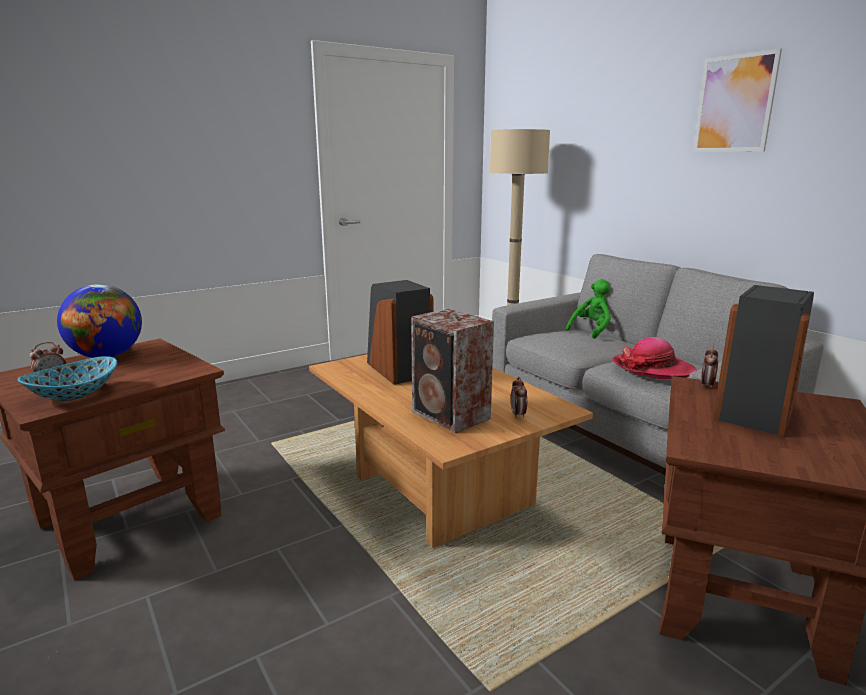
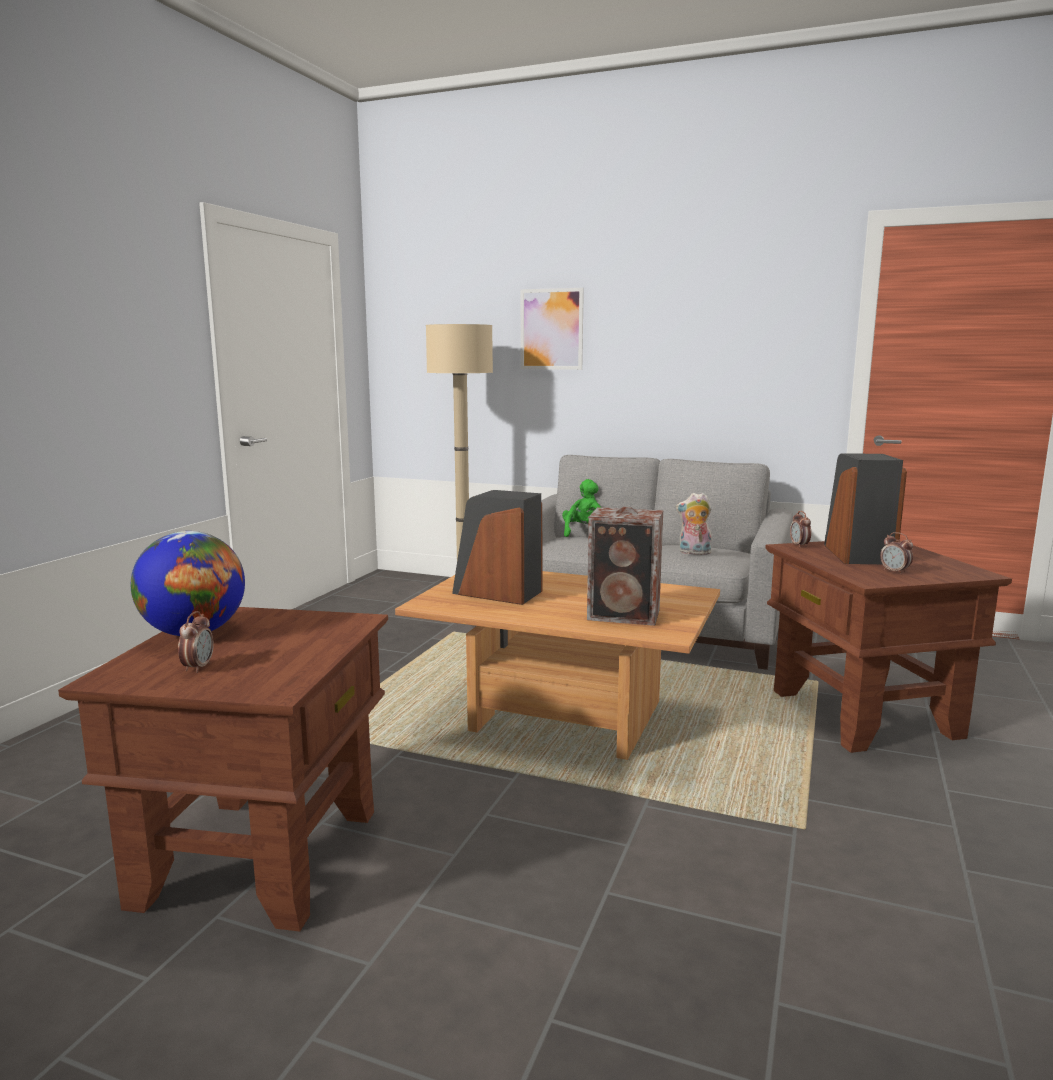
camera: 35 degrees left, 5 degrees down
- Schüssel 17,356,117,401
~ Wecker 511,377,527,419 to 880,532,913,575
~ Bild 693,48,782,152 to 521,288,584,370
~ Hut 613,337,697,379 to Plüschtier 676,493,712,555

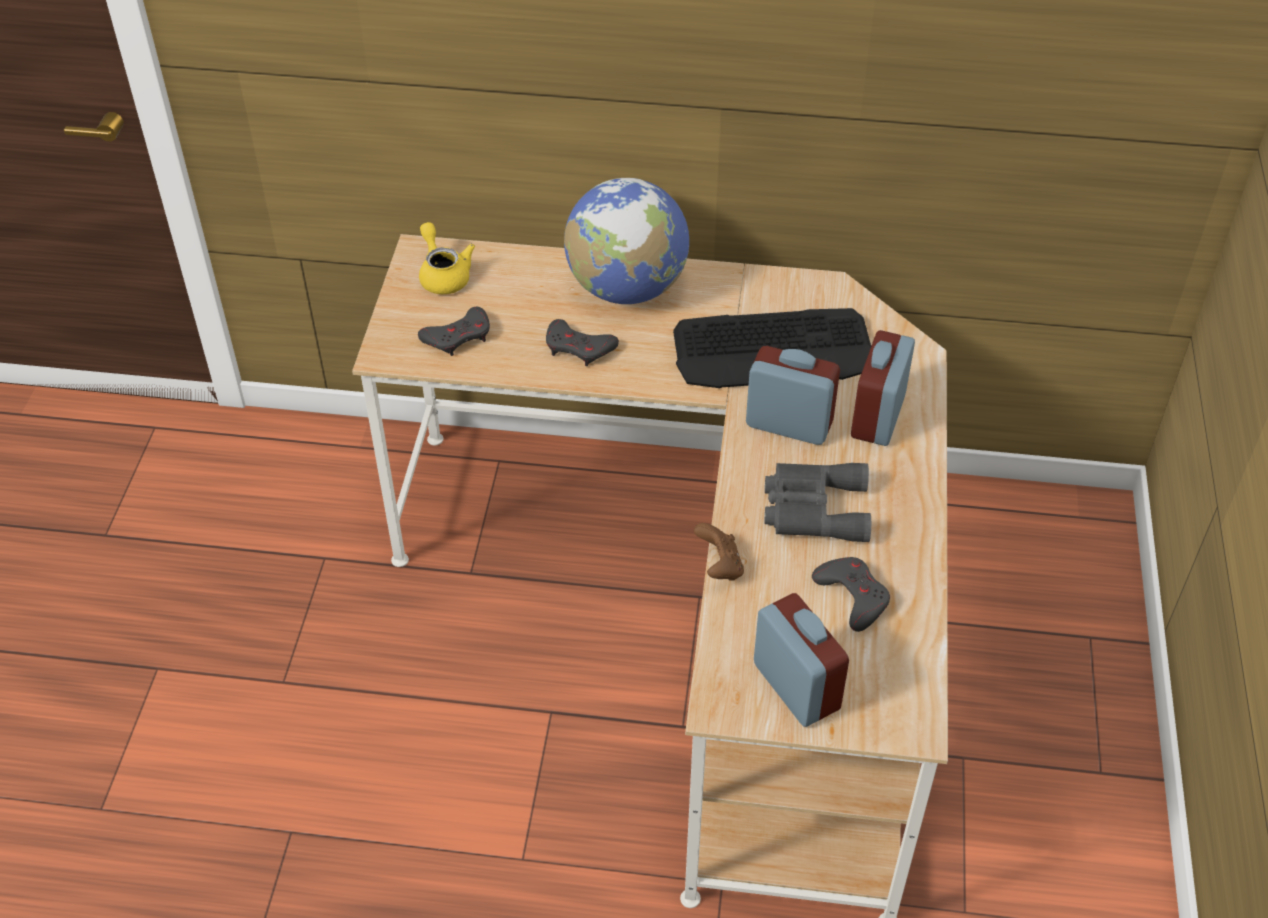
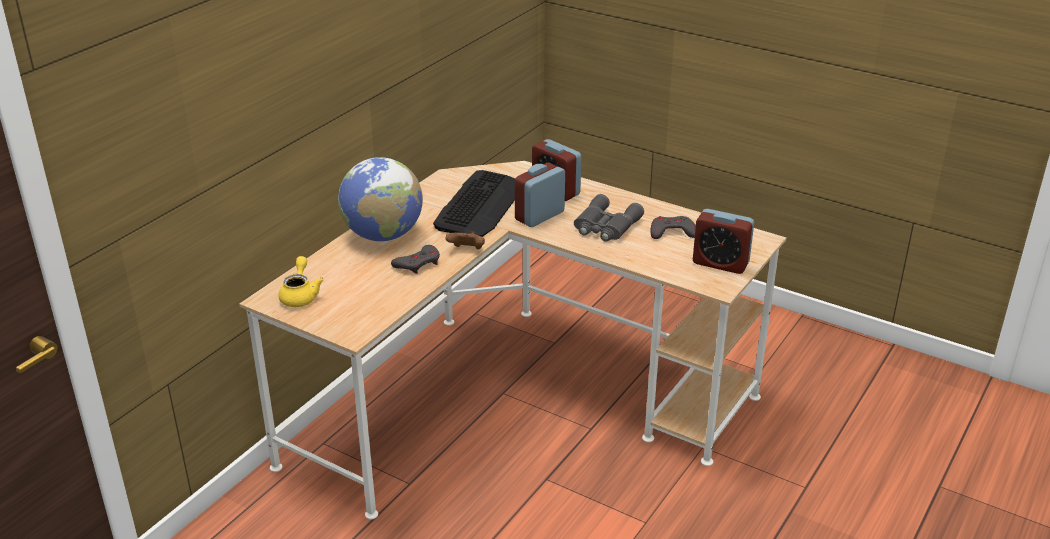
camera: 65 degrees left, 15 degrees down
- Gamepad [grau] 418,307,490,356
~ Gamepad [braun] 694,523,744,581 to 445,232,485,249
~ Teekanne [gelb] 419,222,475,294 = 278,256,324,307 90 degrees clockwise
~ Wecker 754,593,849,727 = 693,209,754,274 150 degrees counterclockwise

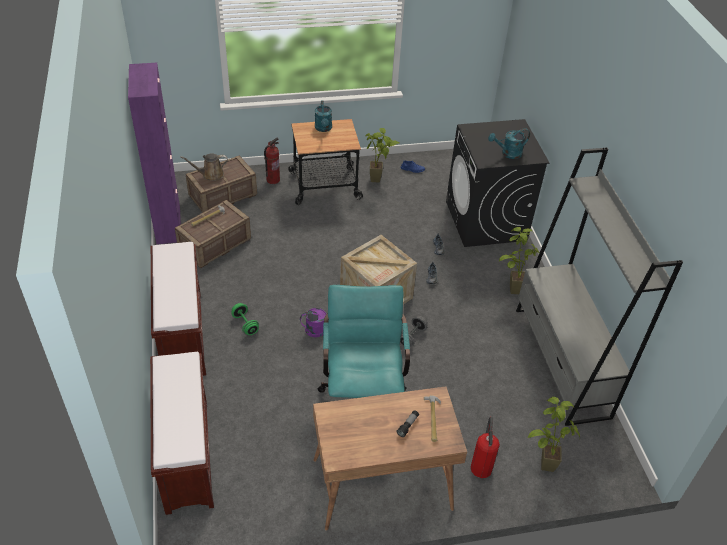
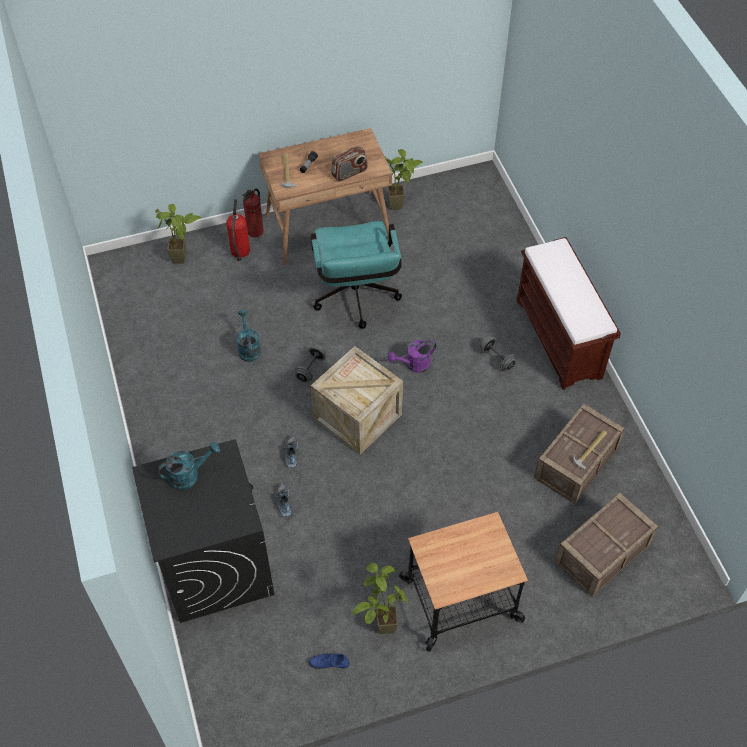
camera: 175 degrees right, 10 degrees up
- Schrank [lila] 128,63,181,244
- Bank [braun] 150,352,214,515
- Gießkanne [braun] 180,153,228,181
- Bücherregal [grau] 516,148,683,426
+ Radio 331,147,368,182
~ Feuerlöscher 264,138,280,184 to 242,189,264,237
~ Gießkanne [türkis] 315,101,332,132 to 237,310,261,362
~ Topfpflanze 499,227,539,294 to 384,149,423,210
~ Hantel [grün] 232,303,259,335 to Hantel [grau] 480,336,517,371

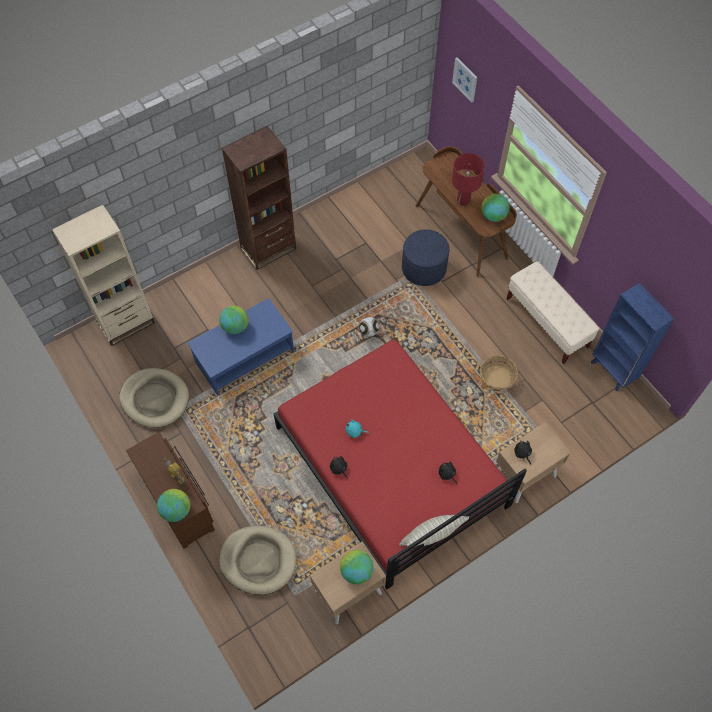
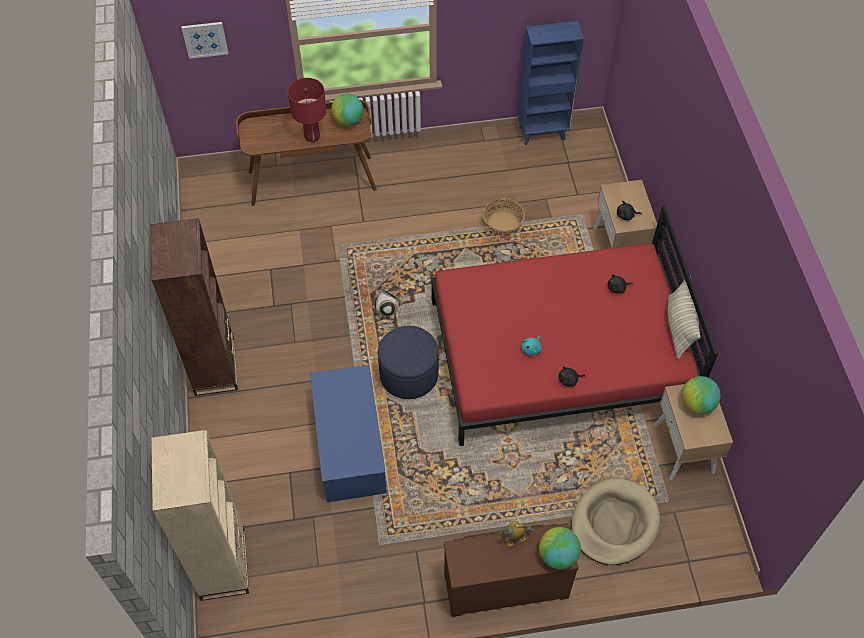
camera: 65 degrees left, 5 degrees down
- Hundebett [beige] 119,368,189,428
- Globus 219,306,248,334
- Bank [beige] 506,261,599,364
~ Polsterhocker [blau] 402,229,449,286 to 378,326,439,399

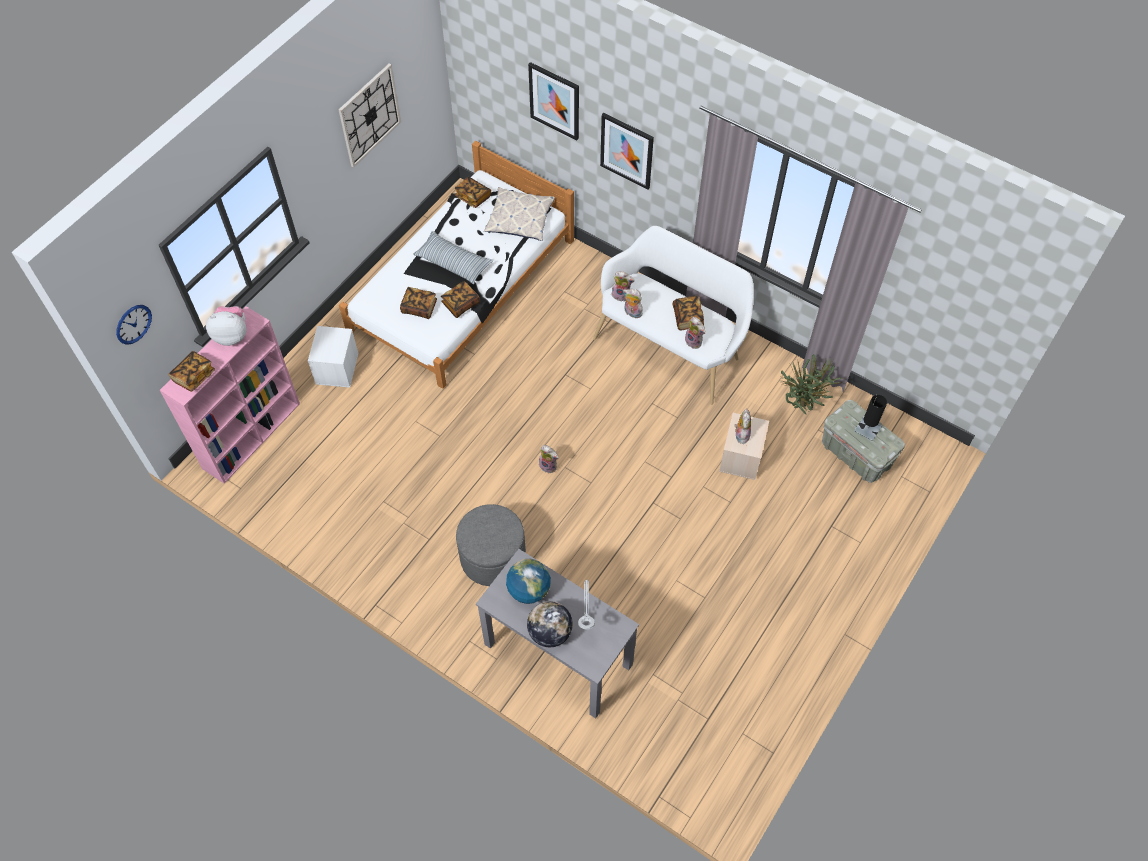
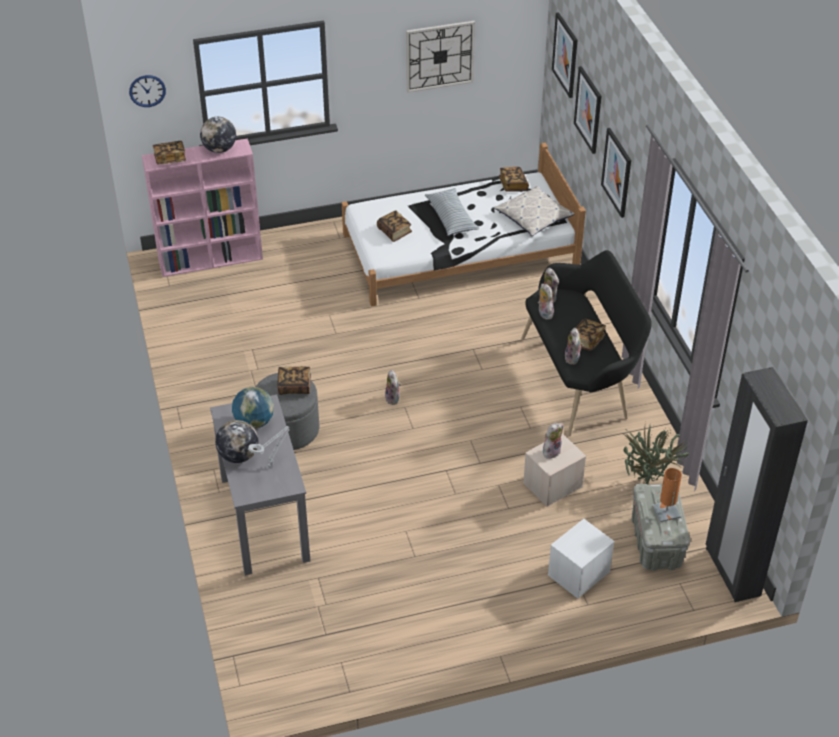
camera: 40 degrees right, 15 degrees down
+ Bild 552,12,577,98
+ Kleiderschrank [schwarz] 706,367,808,602
~ Aufbewahrungsbox [weiß] 308,326,359,388 to 548,519,615,599
~ Buch 441,281,480,318 to 277,366,311,395
~ Plüschtier 206,306,247,346 to Globus 200,117,236,153
~ Bank [weiß] 593,226,754,405 to Bank [schwarz] 521,250,652,436
~ Tischlampe [schwarz] 854,395,887,441 to Tischlampe [orange] 652,468,682,522

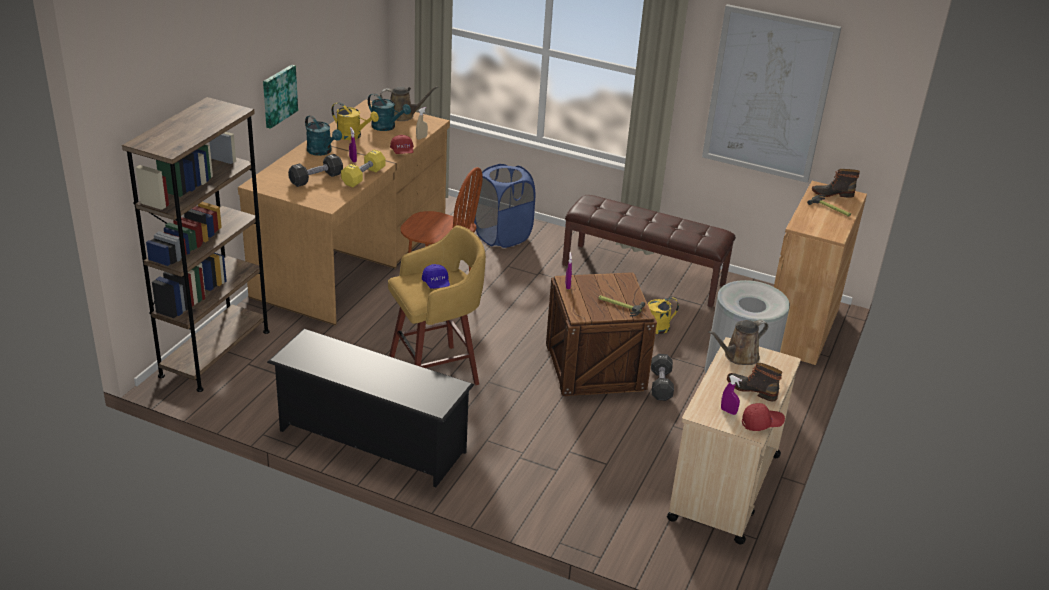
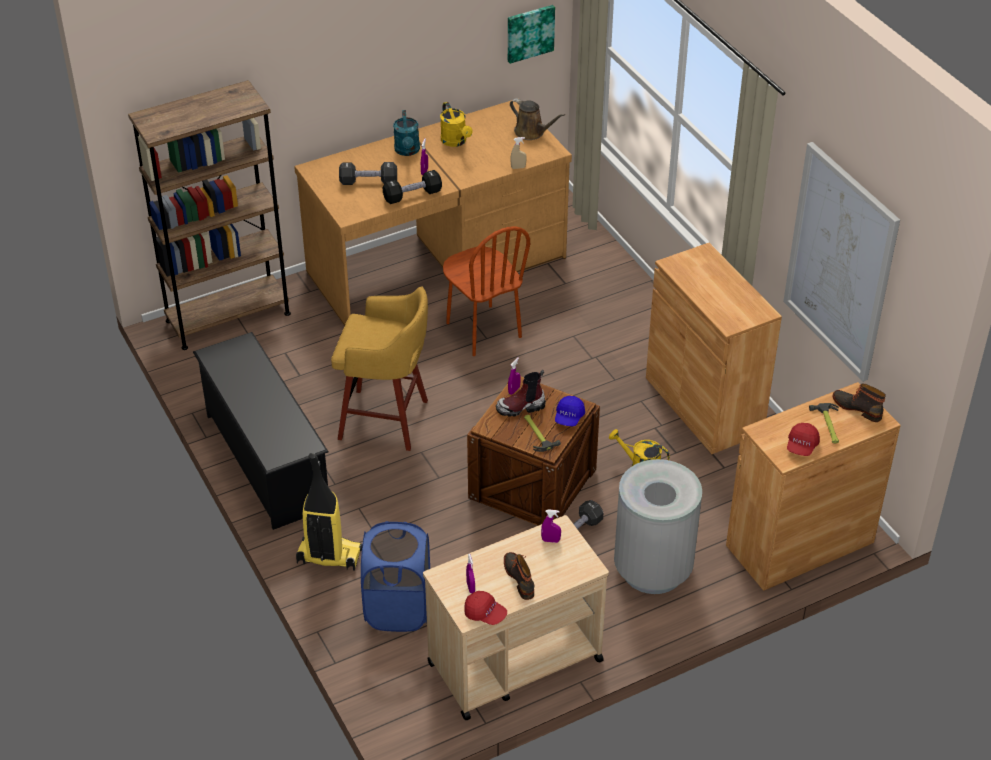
camera: 40 degrees right, 10 degrees up
- Gießkanne [türkis] 368,93,411,131
+ Staubsauger 296,453,363,570
+ Stiefel 496,370,546,417
~ Bild 263,65,298,129 to 508,5,555,64
~ Kappe [rot] 390,135,414,154 to 787,423,820,456
~ Kappe [blau] 422,264,450,289 to 555,396,585,426
~ Wäschekorb [blau] 474,164,535,248 to 361,521,430,632
~ Bank [braun] 562,195,736,307 to Schrank [braun] 646,243,782,454
~ Gießkanne [braun] 708,320,768,365 to Sprühflasche [lila] 541,509,561,543
~ Hantel [gelb] 341,150,386,187 to Hantel [schwarz] 383,170,442,204

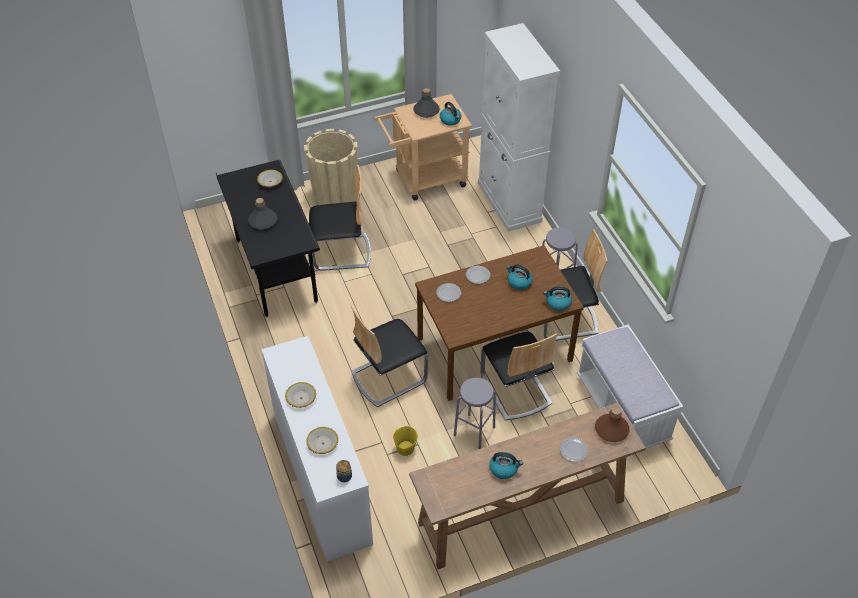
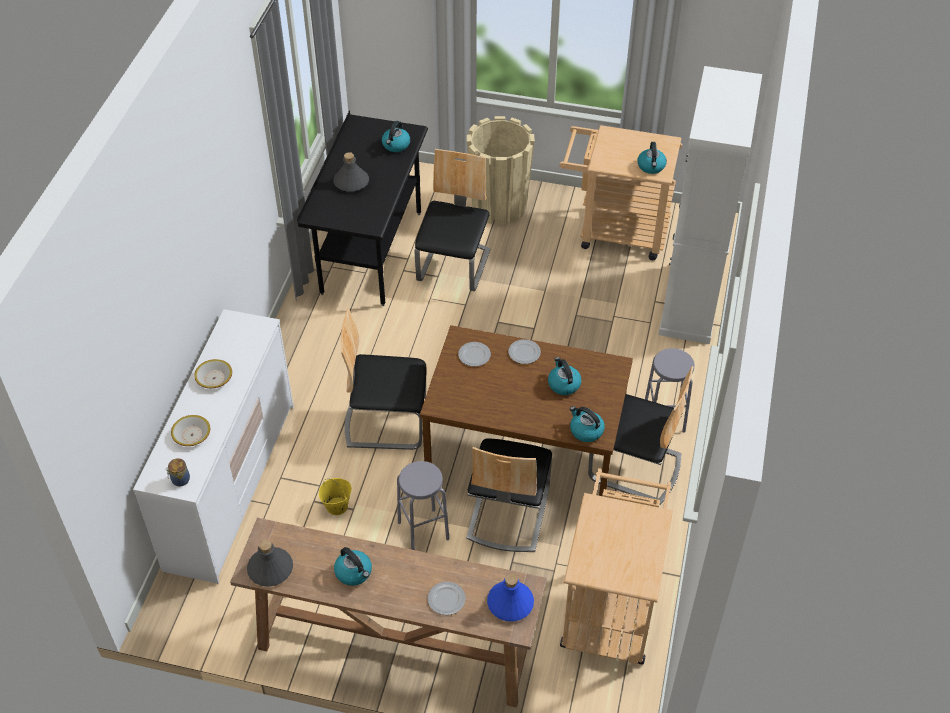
camera: 35 degrees right, 0 degrees up
~ Flasche [grau] 413,88,440,118 to 247,539,293,587
~ Schüssel 257,170,283,187 to Wasserkessel 382,121,410,152
~ Bank [weiß] 577,324,683,448 to Rollwagen [beige] 560,468,673,665
~ Flasche [braun] 595,407,629,442 to Flasche [blau] 487,574,534,622
~ Stuhl 309,165,371,271 = 415,149,491,291 105 degrees counterclockwise

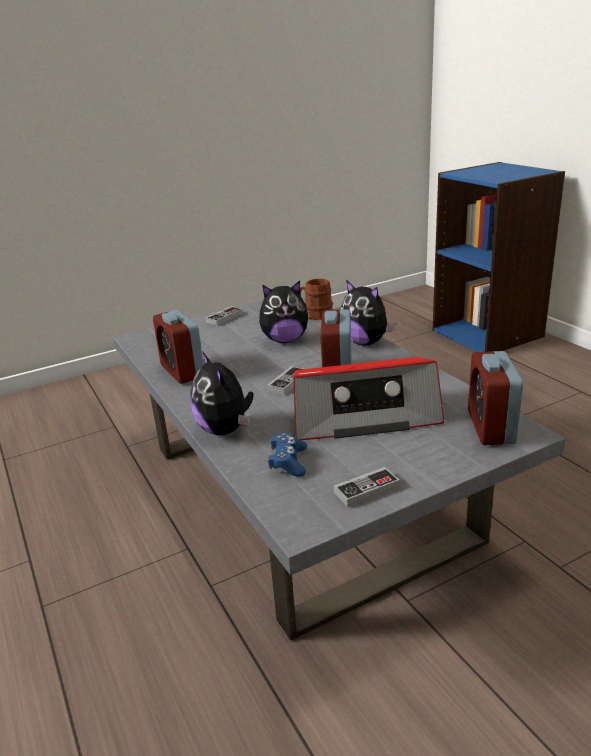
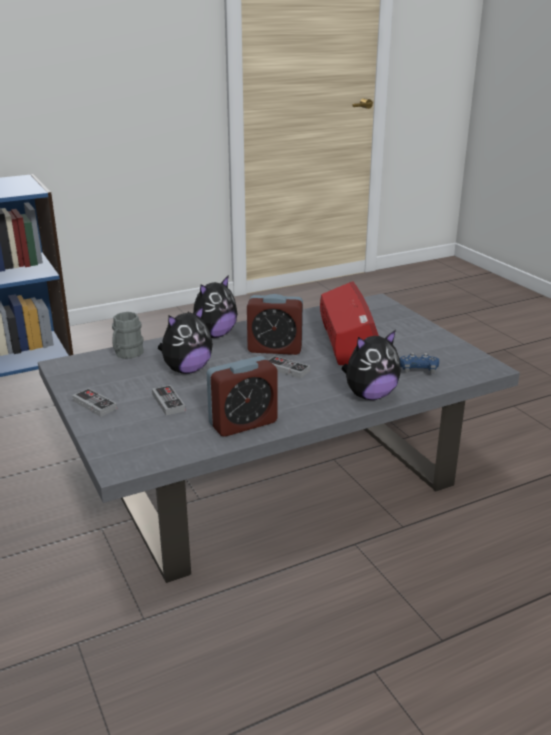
camera: 90 degrees left, 0 degrees up
- Wecker 468,351,523,445
~ Gamepad 334,467,400,507 to 152,385,185,415
~ Henkelbecher [braun] 300,278,333,320 to Henkelbecher [grau] 112,312,144,359
~ Plüschtier 259,281,309,343 = 158,306,213,374 60 degrees clockwise

